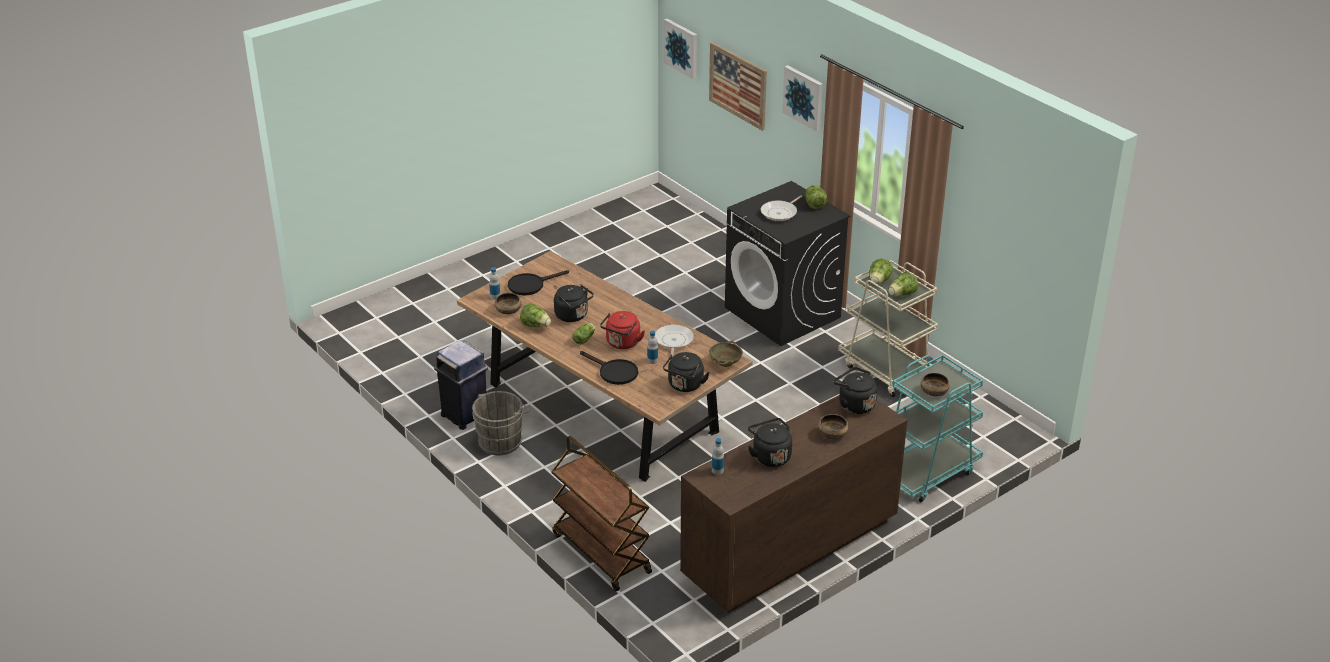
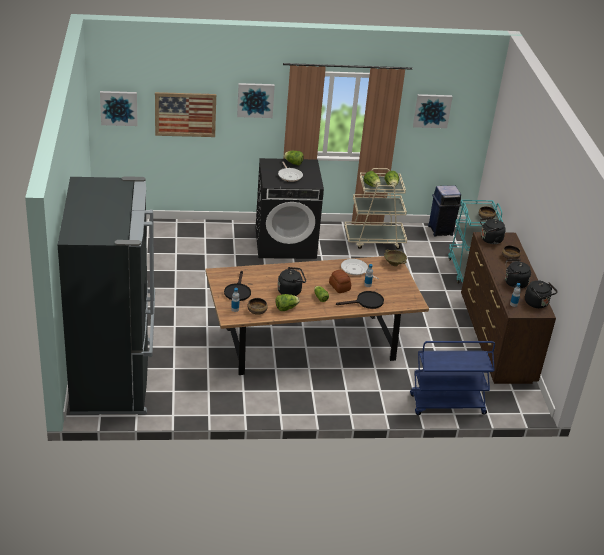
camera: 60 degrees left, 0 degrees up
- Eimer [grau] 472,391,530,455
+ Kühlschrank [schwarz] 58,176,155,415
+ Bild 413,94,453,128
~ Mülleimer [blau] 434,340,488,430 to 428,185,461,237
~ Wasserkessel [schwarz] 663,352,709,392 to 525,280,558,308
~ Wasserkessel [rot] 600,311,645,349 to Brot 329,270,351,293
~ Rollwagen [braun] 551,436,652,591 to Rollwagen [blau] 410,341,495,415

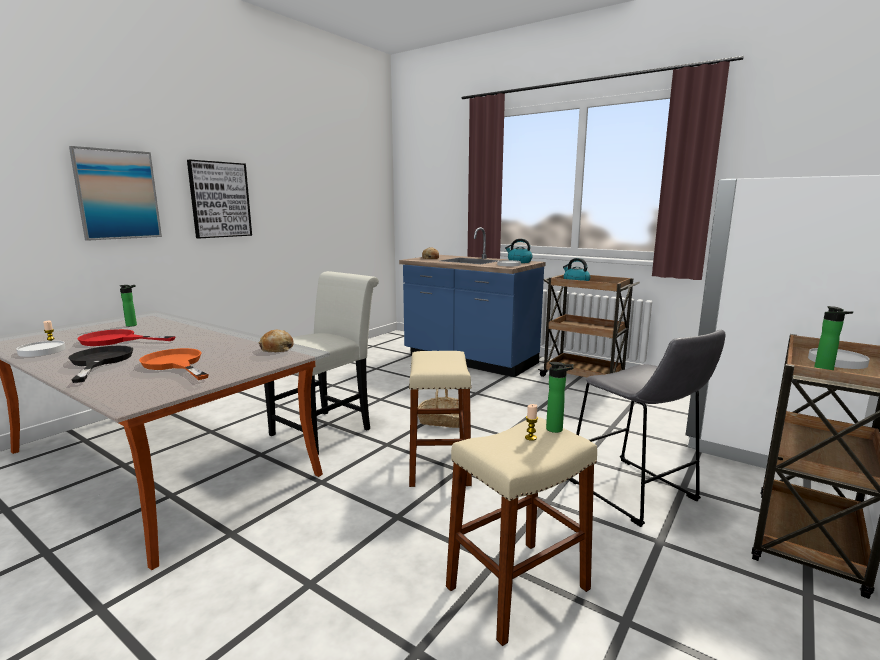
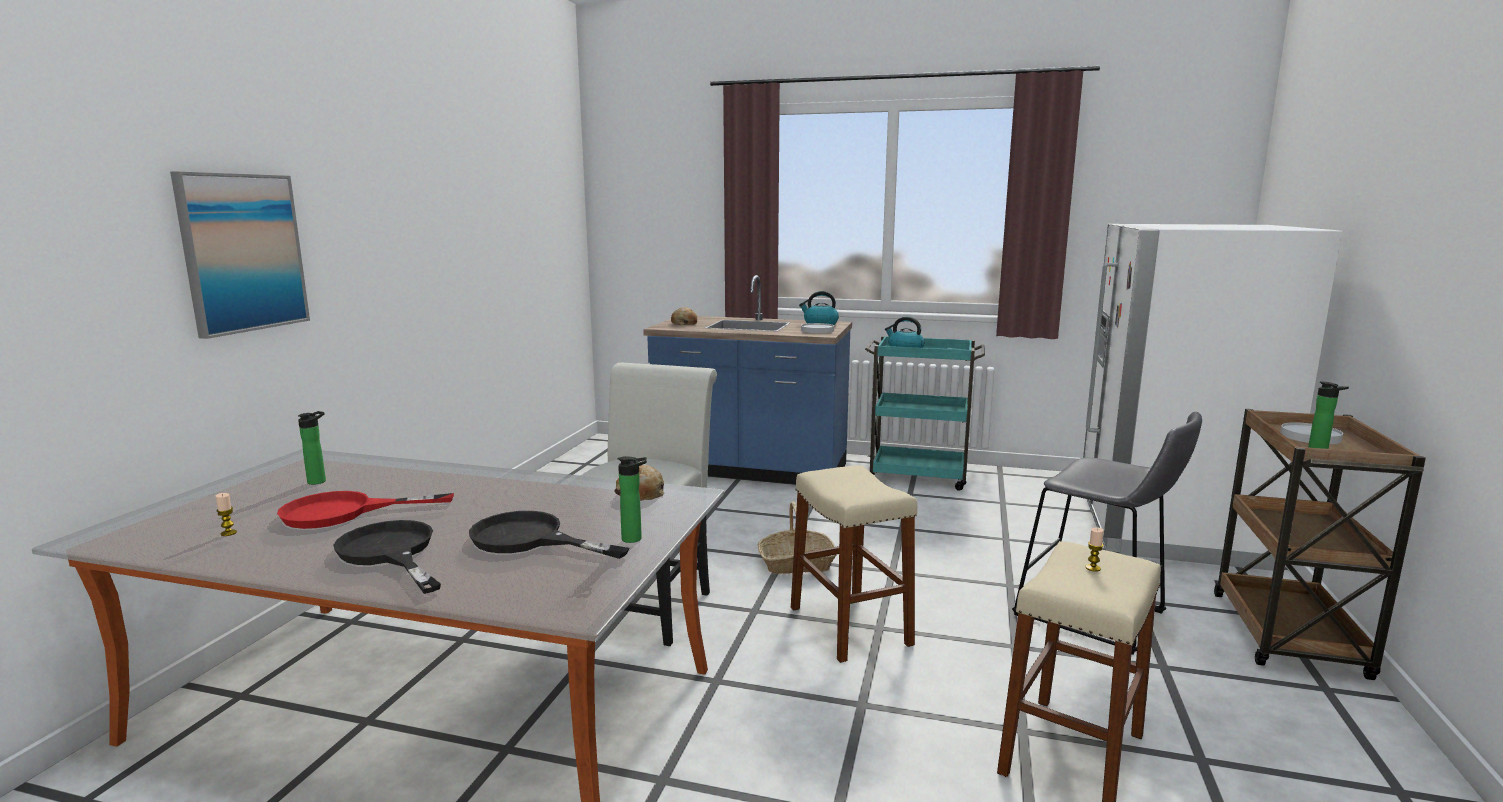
camera: 20 degrees left, 0 degrees up
- Teller [weiß] 16,341,65,357
- Bild 187,160,252,238
~ Flasche 546,362,574,433 to 617,456,647,543
~ Pfanne [orange] 139,348,209,380 to Pfanne [schwarz] 469,511,629,559
~ Rollwagen [braun] 538,275,640,377 to Rollwagen [türkis] 865,336,985,491

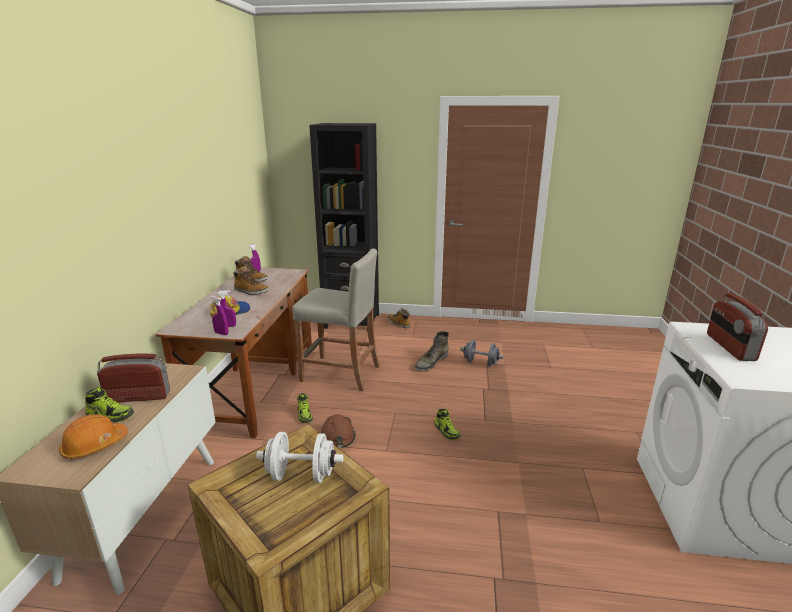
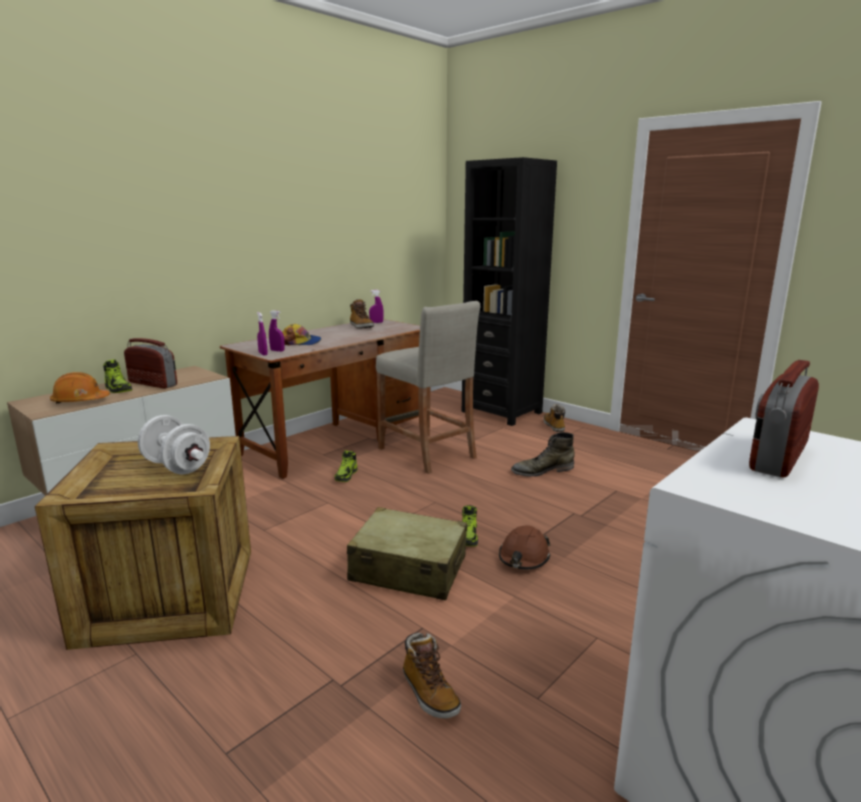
camera: 35 degrees right, 5 degrees down
- Hantel [grau] 460,340,504,367
+ Koffer [beige] 347,507,467,600
~ Stiefel 233,266,269,295 to 403,633,461,718
~ Schutzhelm [braun] 320,414,355,448 to 499,525,551,569

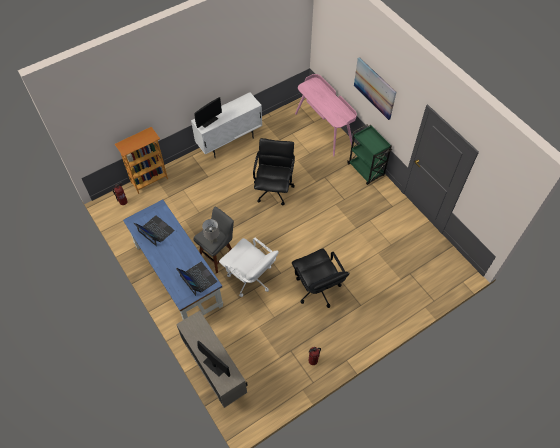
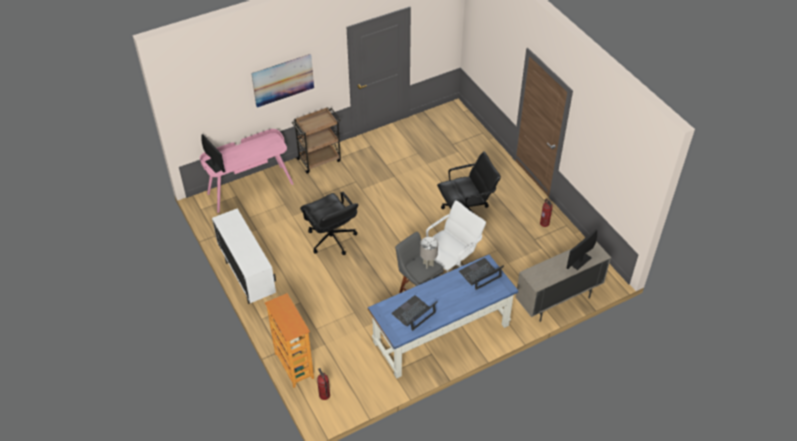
camera: 85 degrees left, 10 degrees down
~ Monitor 195,97,222,128 to 202,134,225,173
~ Rollwagen [grün] 347,124,393,185 to Rollwagen [braun] 292,107,341,174
~ Bürostuhl [schwarz] 253,138,295,205 = 300,192,358,255 135 degrees counterclockwise

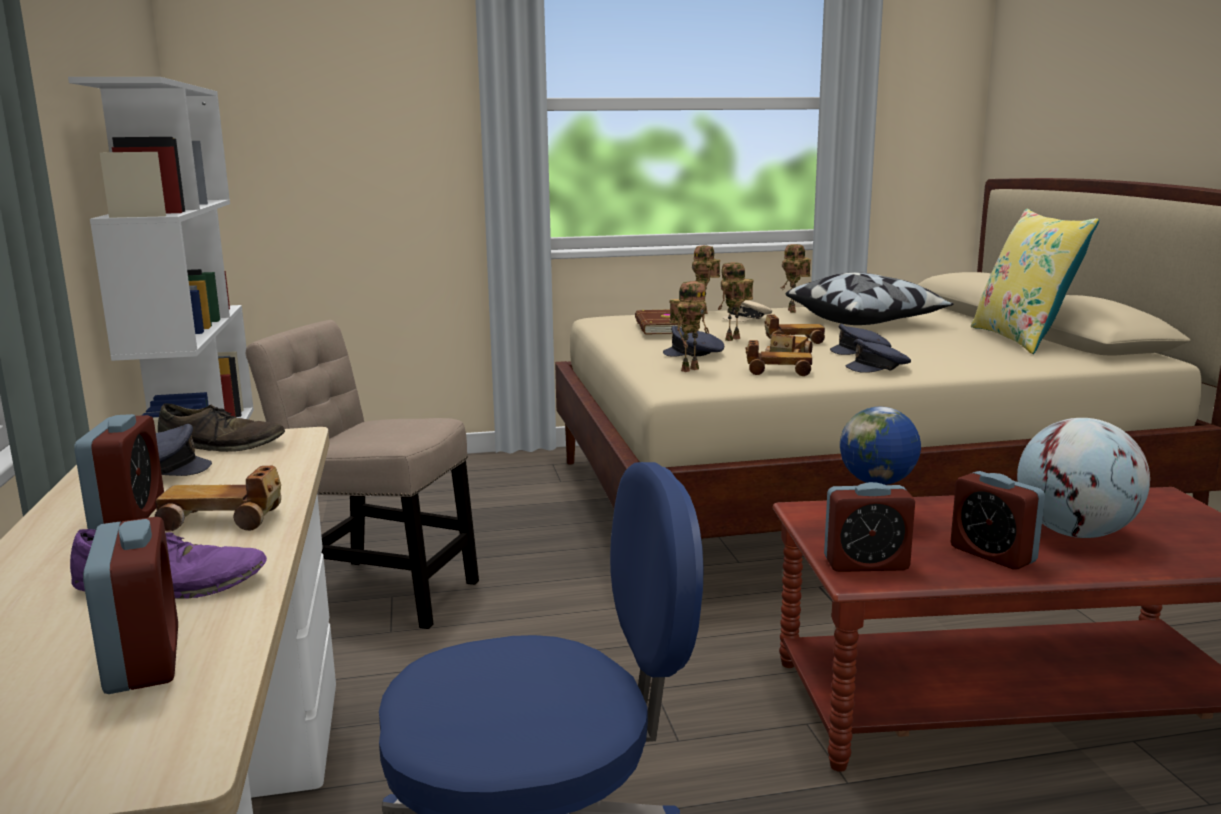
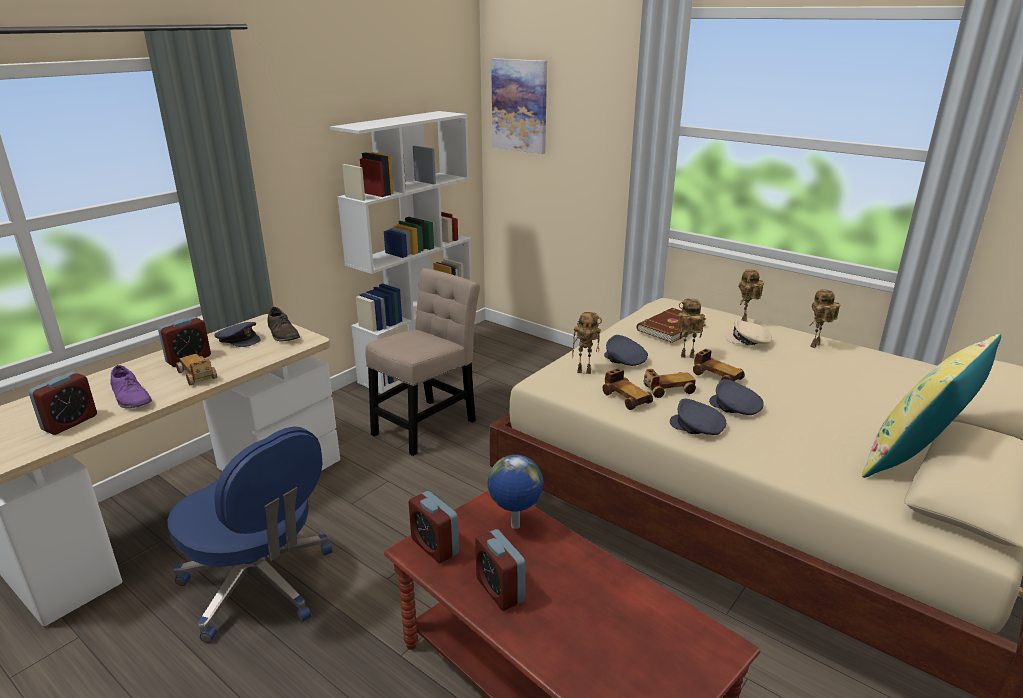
camera: 50 degrees right, 10 degrees up
- Kissen 786,273,954,325
- Globus 1017,418,1150,538
+ Bild 491,58,547,154
~ Stuhl [beige] 246,320,479,629 = 365,268,480,456 60 degrees clockwise
~ Wecker 950,471,1045,570 = 475,529,525,611 45 degrees counterclockwise

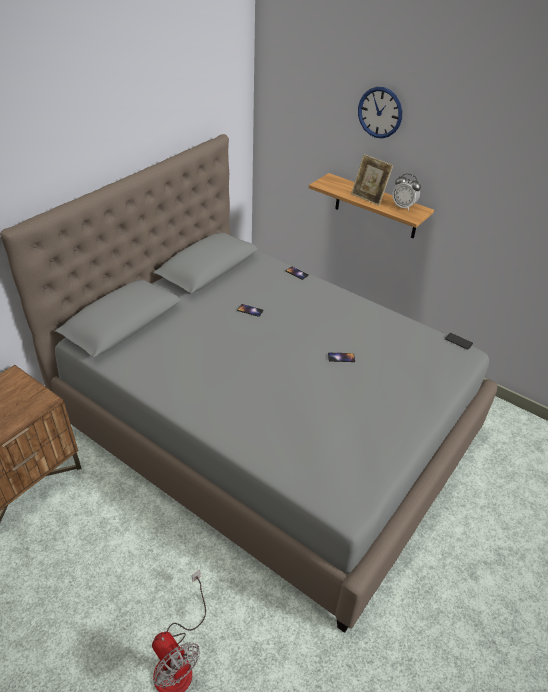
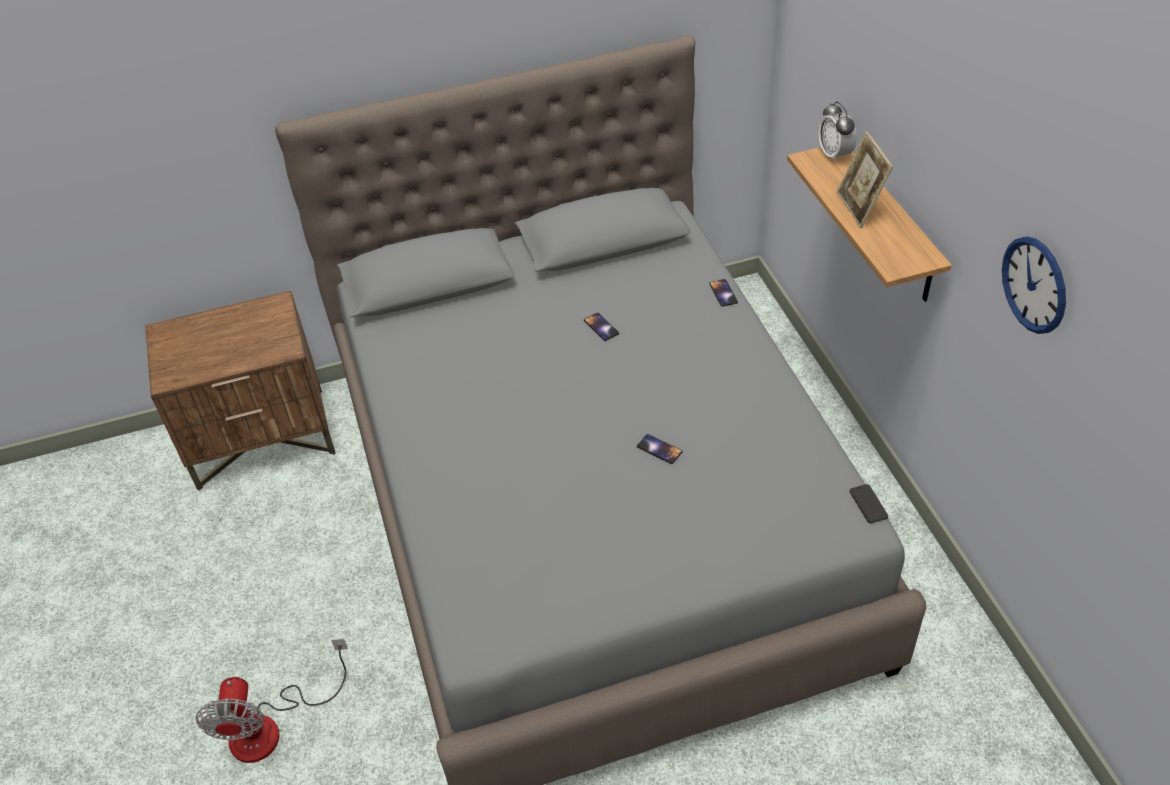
camera: 40 degrees right, 5 degrees up
~ Wanduhr 358,87,402,138 to 1002,236,1066,334
~ Wecker 392,173,421,211 to 819,102,857,163

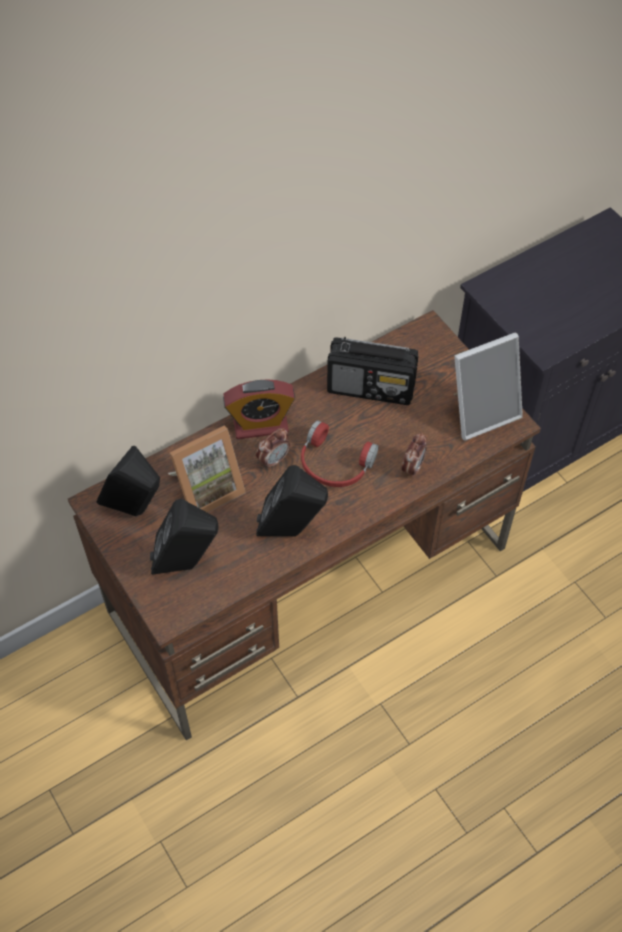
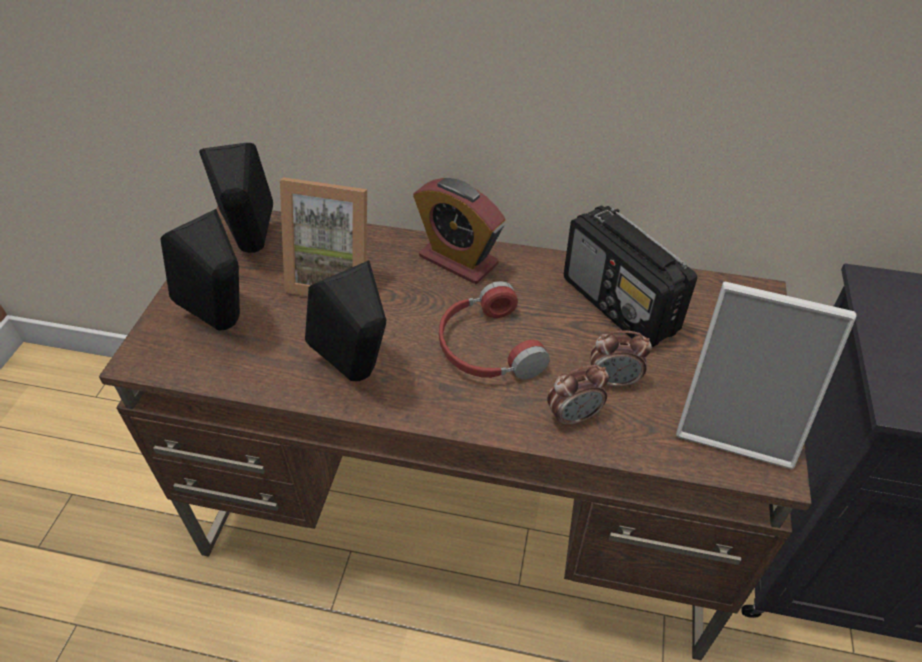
camera: 45 degrees right, 10 degrees down
~ Wecker 256,428,290,469 to 590,330,652,388

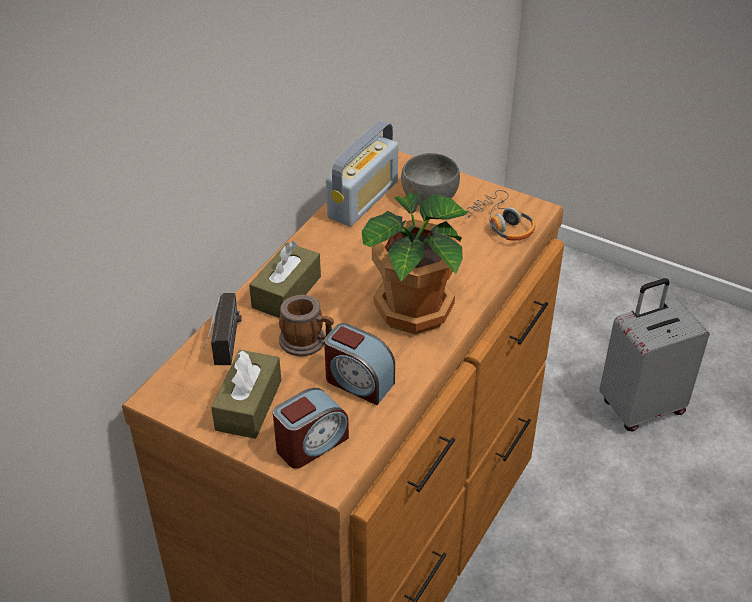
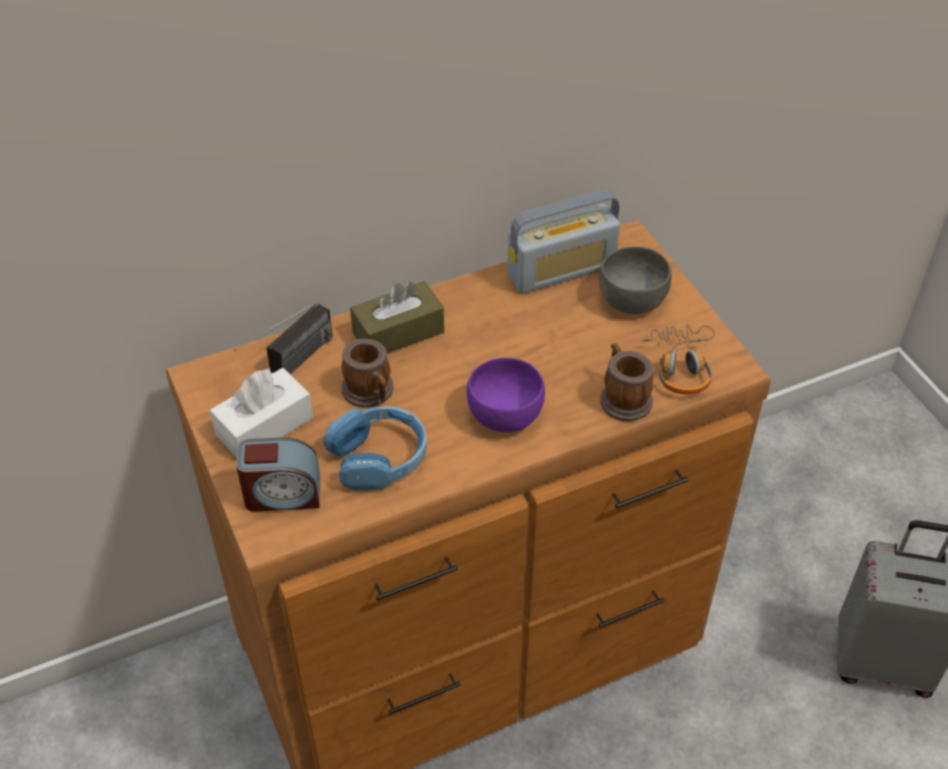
camera: 35 degrees right, 5 degrees up
+ Henkelbecher 600,343,653,421
~ Wecker 324,323,395,405 to Kopfhörer [blau] 323,406,427,491
~ Topfpflanze 362,193,469,334 to Schüssel [lila] 466,358,545,432
~ Taschentuchbox [braun] 211,350,281,439 to Taschentuchbox [weiß] 210,368,313,457

